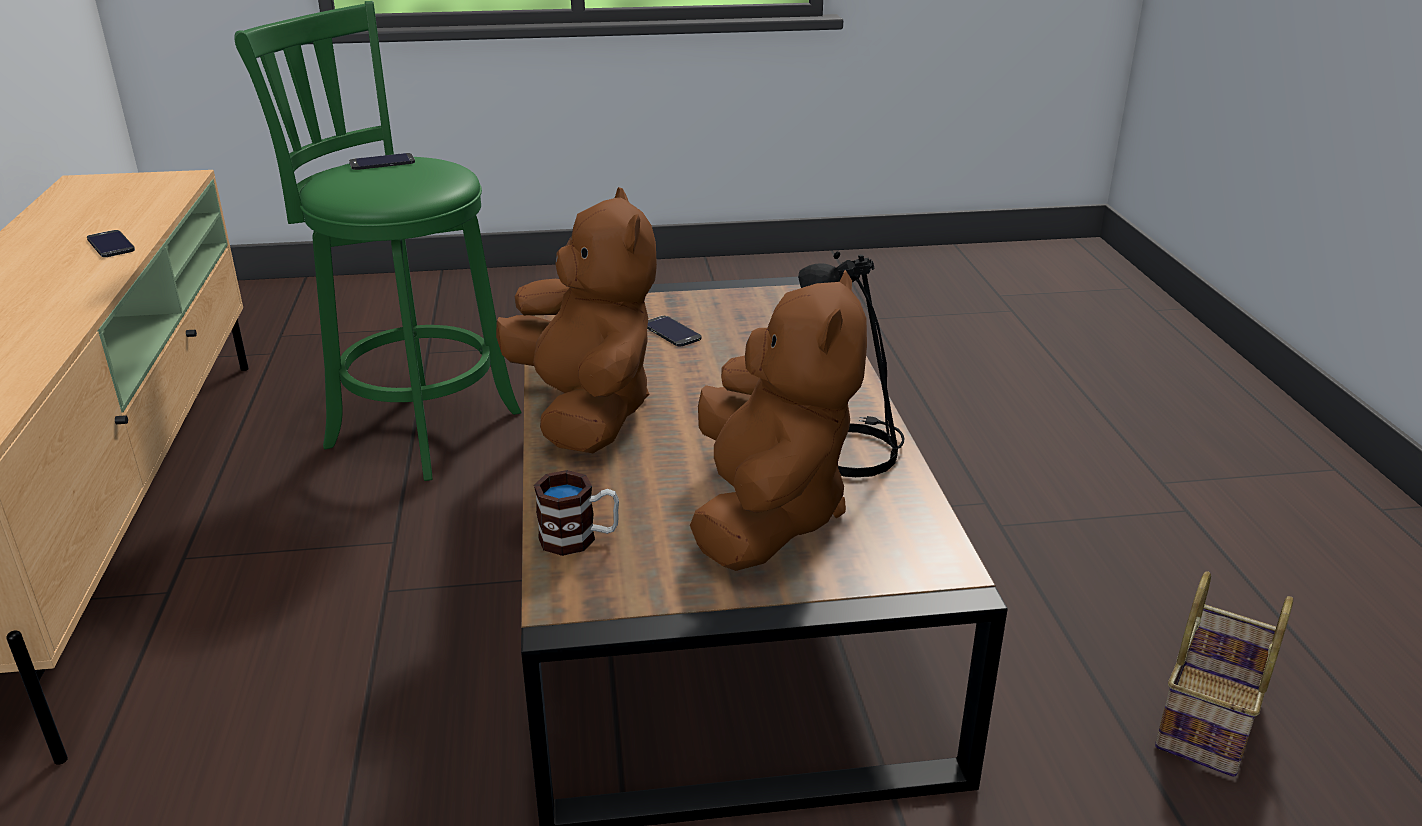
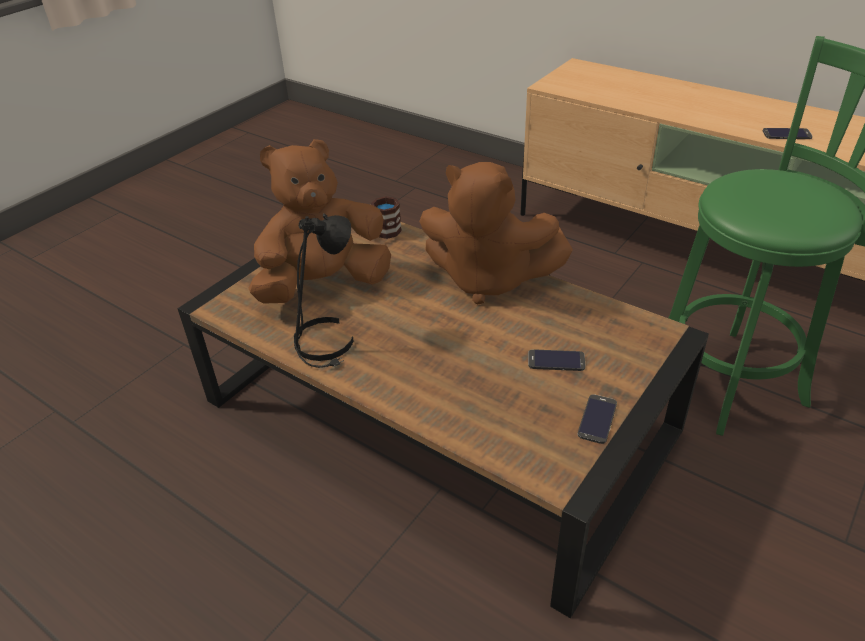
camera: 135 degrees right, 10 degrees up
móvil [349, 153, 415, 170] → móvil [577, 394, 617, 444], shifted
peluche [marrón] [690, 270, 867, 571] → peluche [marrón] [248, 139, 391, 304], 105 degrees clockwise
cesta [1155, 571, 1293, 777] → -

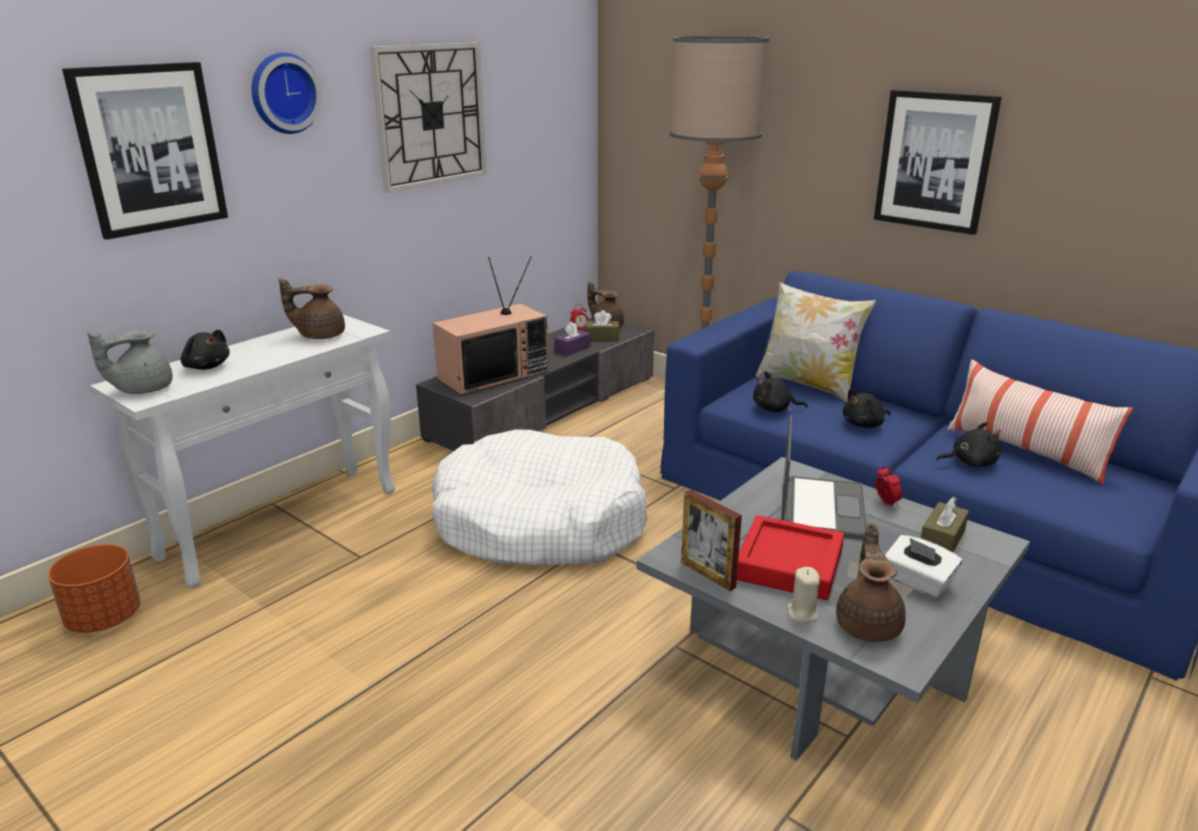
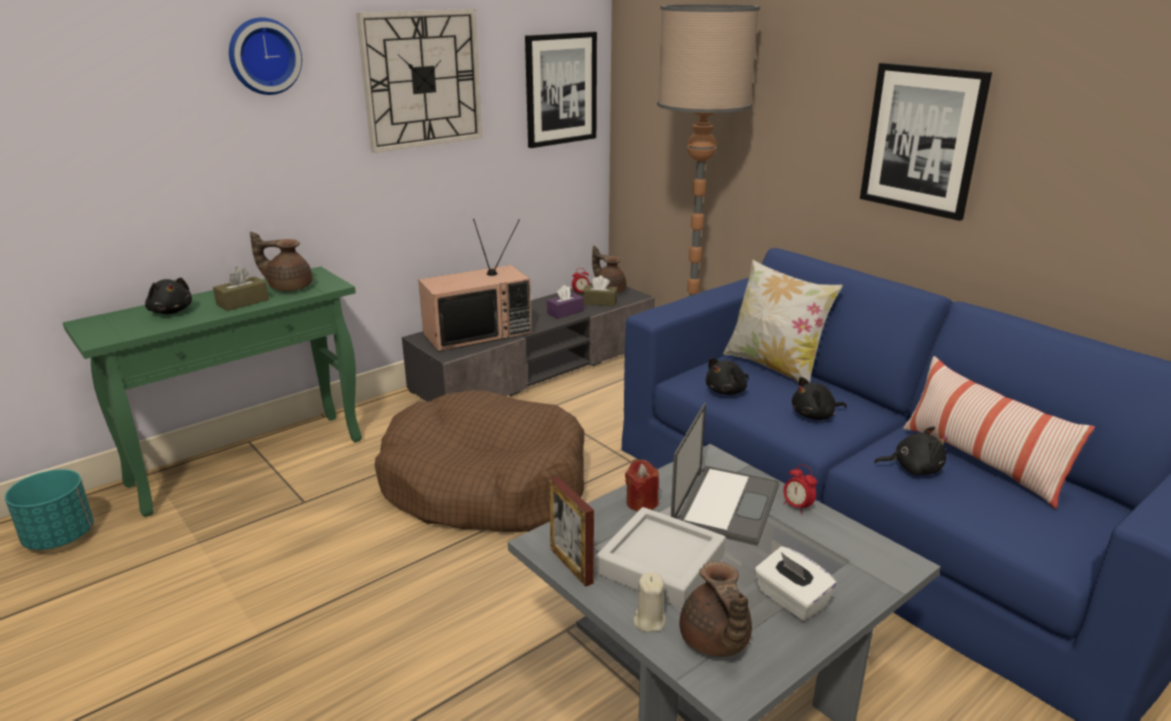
camera: 10 degrees right, 0 degrees up
cuadro [62, 62, 228, 240] → cuadro [525, 32, 597, 148], shifted
mesa consola [blanco] [90, 315, 395, 588] → mesa consola [verde] [63, 266, 362, 517]
tetera [gris] [87, 330, 173, 394] → -
peluche [negro] [753, 371, 808, 412] → peluche [negro] [705, 357, 749, 395], 60 degrees counterclockwise
cama para perro [blanco] [431, 429, 647, 566] → cama para perro [marrón] [375, 390, 584, 532]
despertador [876, 465, 902, 508] → despertador [783, 464, 817, 514], 150 degrees clockwise
caja de pañuelos [marrón] [921, 496, 969, 552] → caja de pañuelos [marrón] [213, 267, 269, 311], shifted
bandeja [rojo] [737, 515, 844, 600] → bandeja [gris] [596, 507, 726, 609]
tetera [marrón] [836, 524, 906, 642] → tetera [marrón] [680, 562, 752, 657], 150 degrees clockwise
maceta [naranja] [48, 544, 141, 633] → maceta [turquesa] [5, 469, 94, 550]
- → vela [rojo] [625, 460, 659, 511]

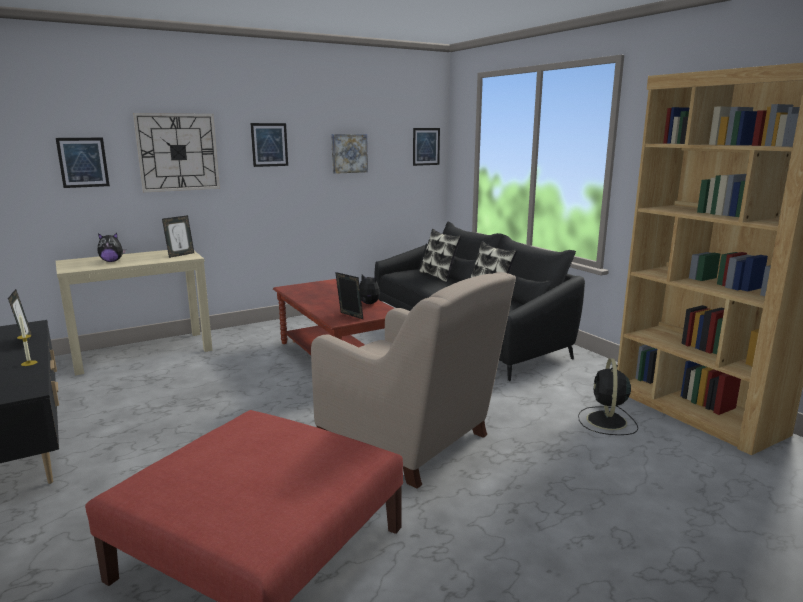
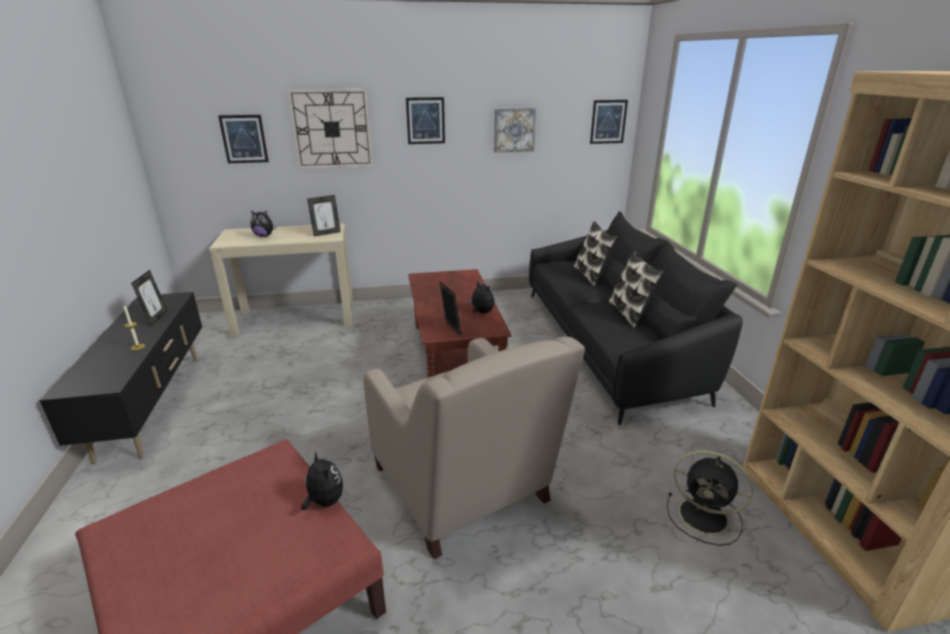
camera: 20 degrees right, 10 degrees up
ventilador [negro] [578, 358, 638, 435] → ventilador [negro] [667, 450, 753, 546], 90 degrees counterclockwise
- → peluche [301, 452, 343, 510]

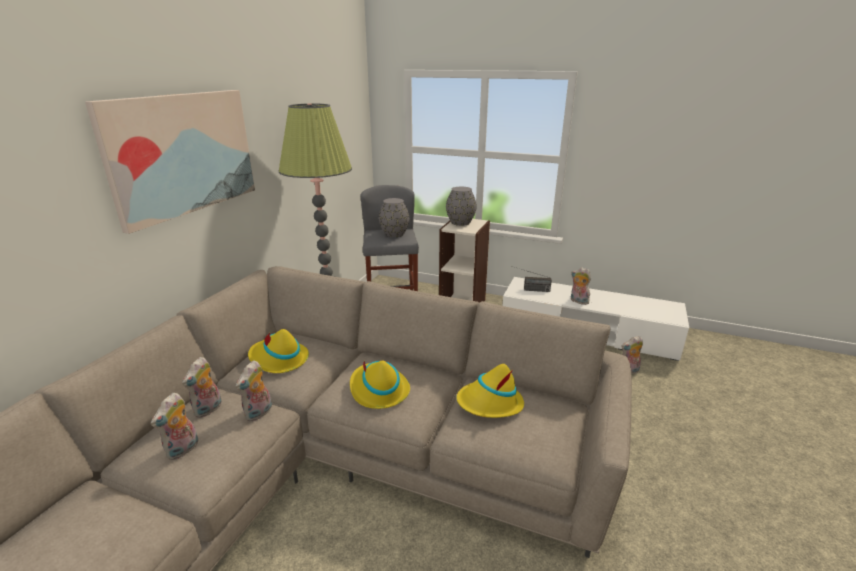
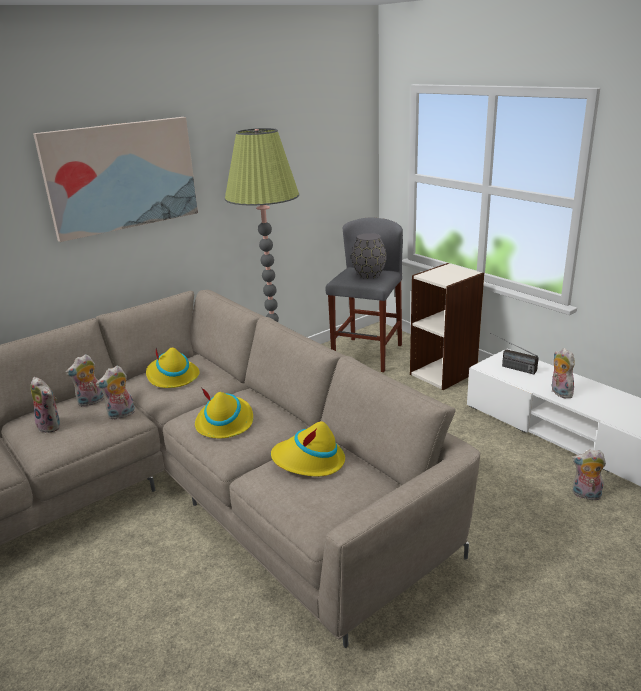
camera: 30 degrees right, 0 degrees up
florero [gris] [446, 187, 477, 226] → -
peluche [151, 393, 198, 460] → peluche [31, 377, 60, 433], 105 degrees counterclockwise

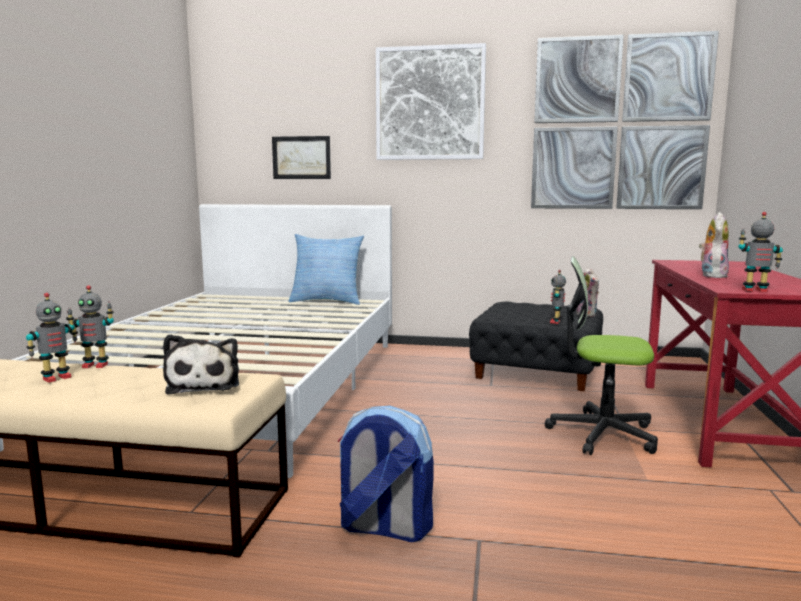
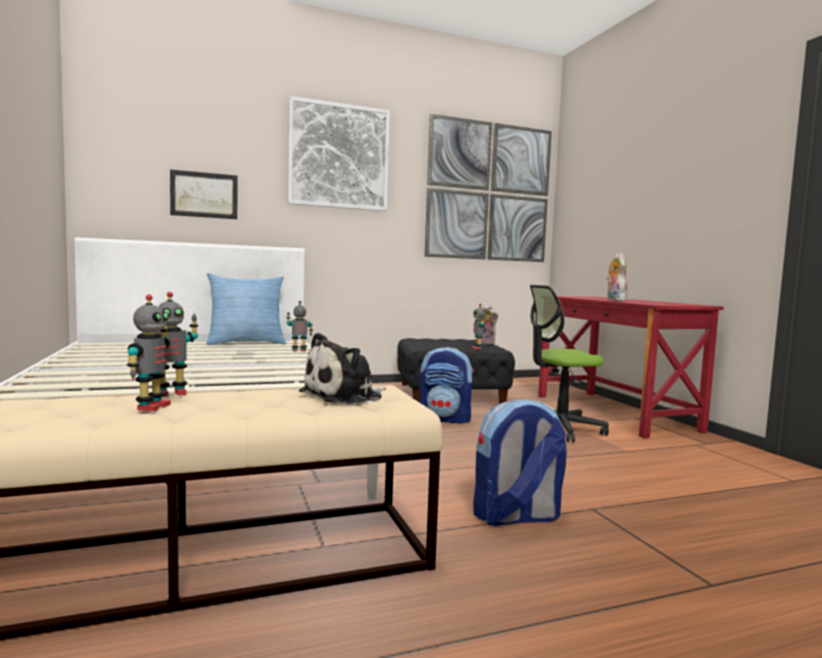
camera: 30 degrees left, 5 degrees down
robot de juguete [738, 212, 783, 292] → robot de juguete [286, 301, 313, 352], shifted
peluche [163, 334, 239, 395] → peluche [299, 333, 386, 404], 90 degrees clockwise
- → mochila [419, 347, 475, 424]

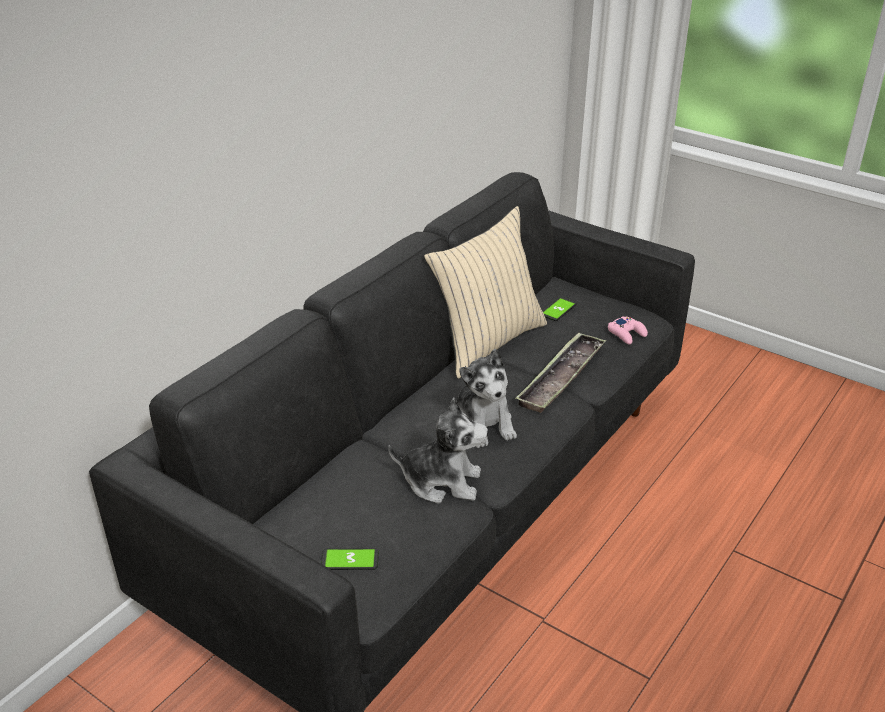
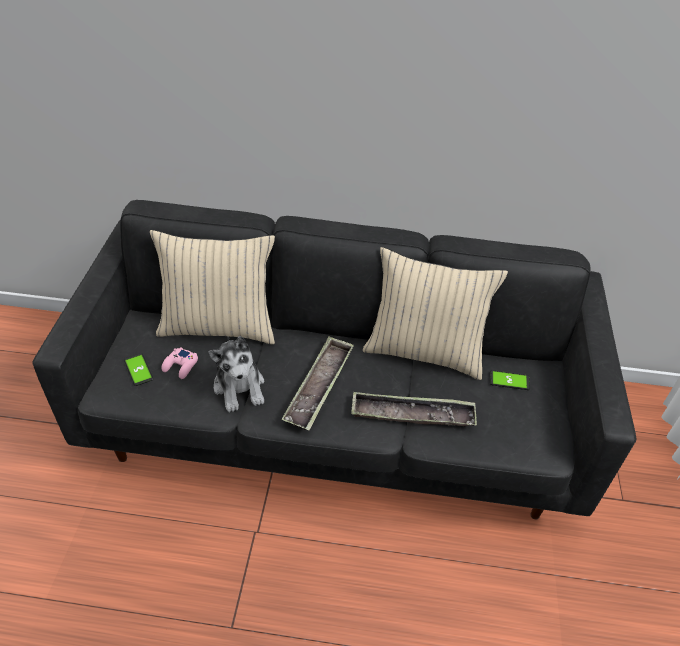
camera: 60 degrees right, 10 degrees up
mando de consola [rosa] [608, 316, 648, 344] → mando de consola [rosa] [162, 347, 198, 379], shifted
peluche [457, 349, 517, 448] → bandeja [282, 336, 354, 430]
- → cojín [beis] [150, 230, 275, 344]

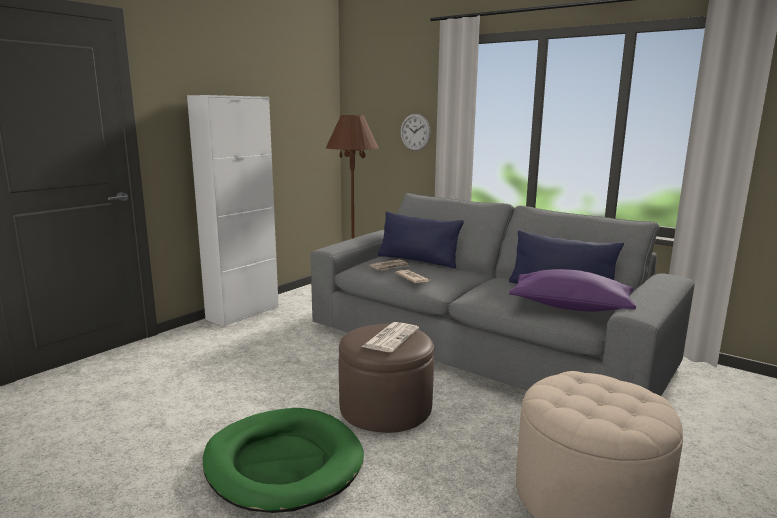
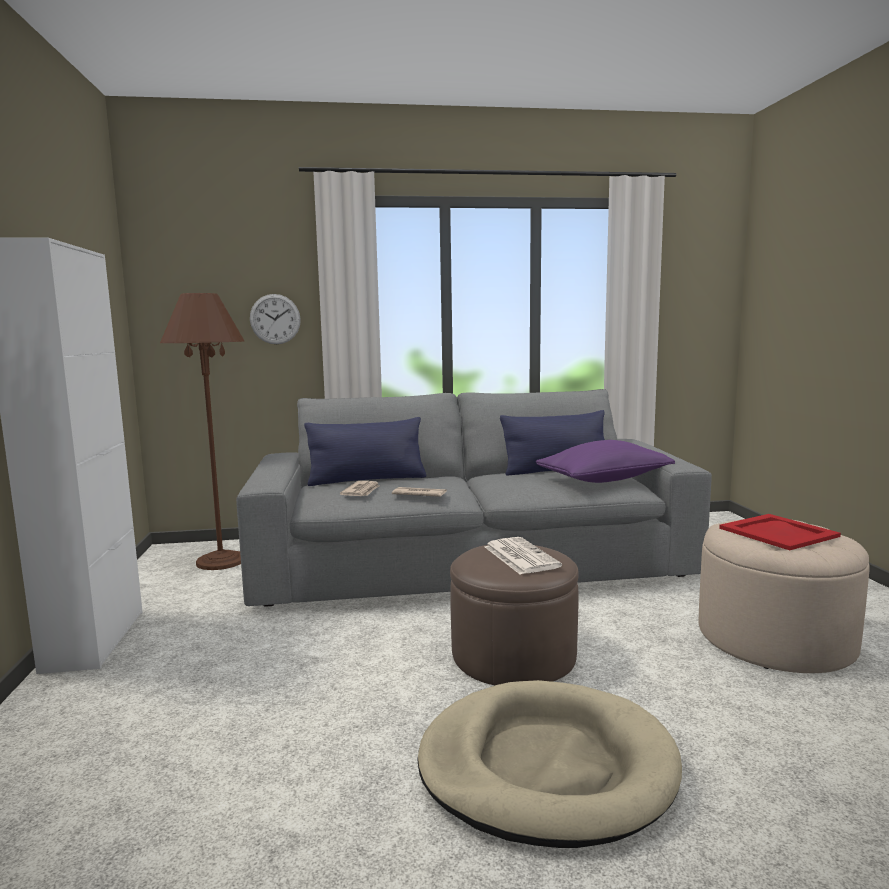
camera: 45 degrees left, 5 degrees down
cama para perro [verde] [203, 408, 364, 513] → cama para perro [beis] [417, 680, 682, 848]
- → bandeja [rojo] [719, 514, 841, 550]

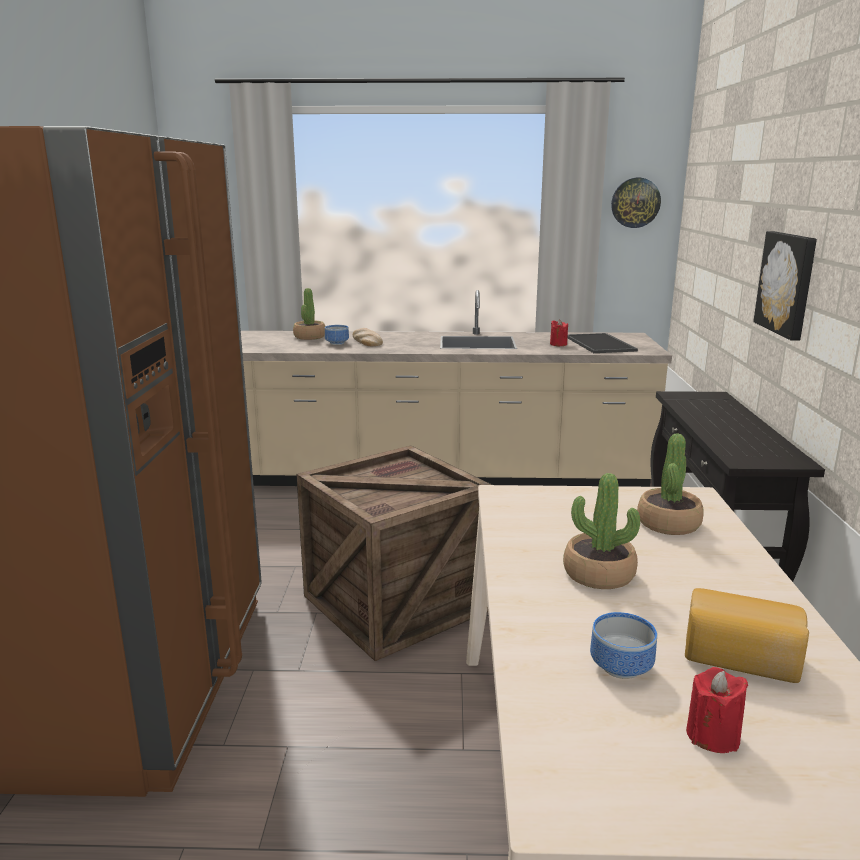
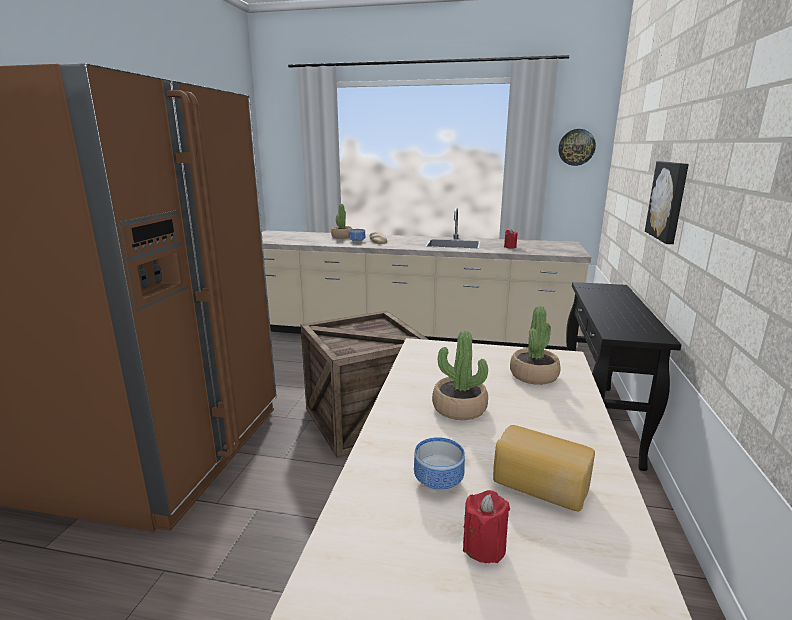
camera: 10 degrees right, 0 degrees up
bandeja [568, 333, 638, 353] → -

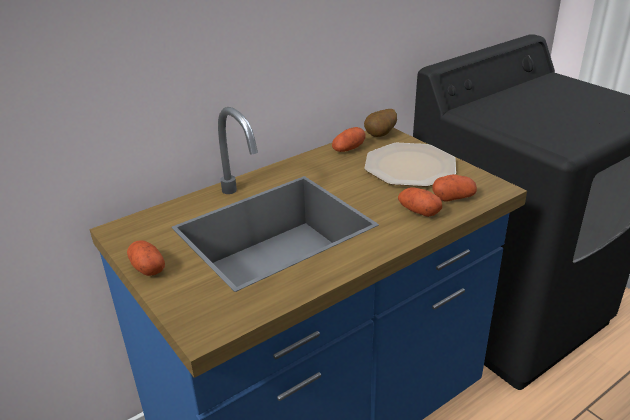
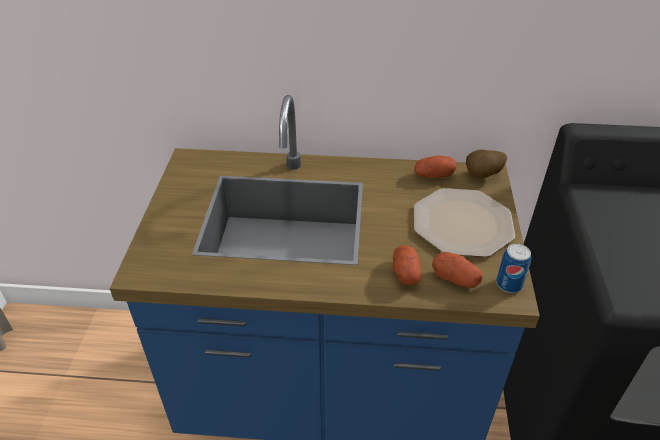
camera: 40 degrees right, 10 degrees up
patata [127, 240, 165, 276] → -
- → lata [496, 243, 532, 293]

